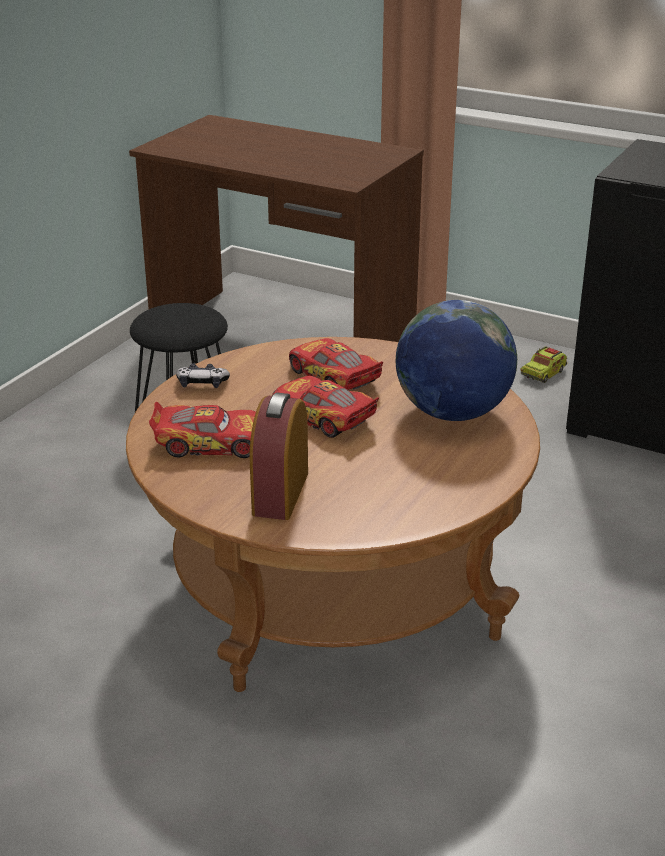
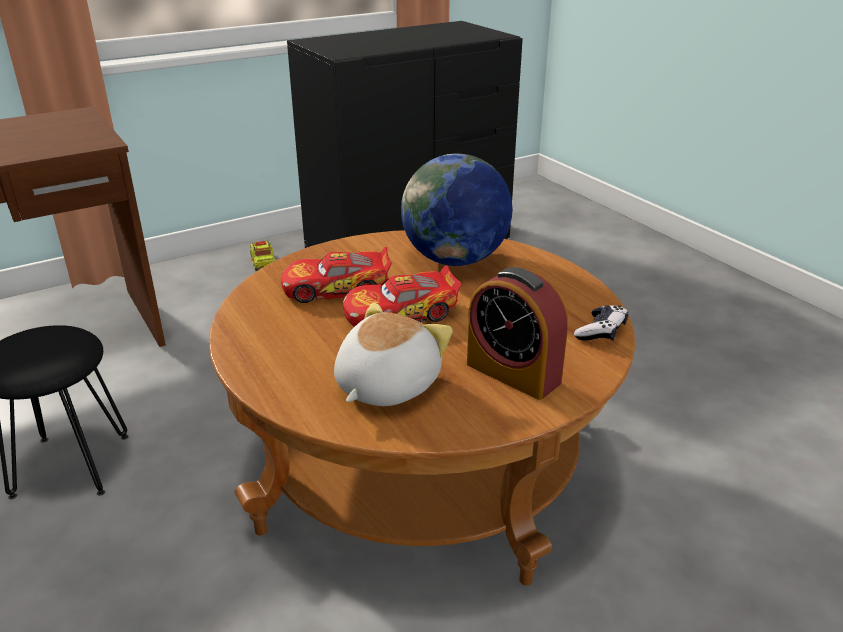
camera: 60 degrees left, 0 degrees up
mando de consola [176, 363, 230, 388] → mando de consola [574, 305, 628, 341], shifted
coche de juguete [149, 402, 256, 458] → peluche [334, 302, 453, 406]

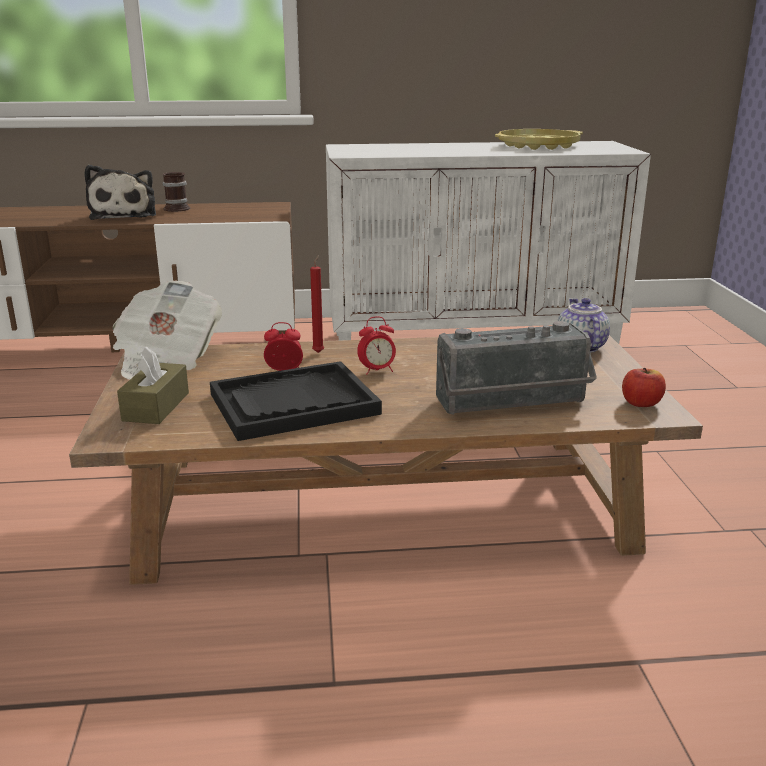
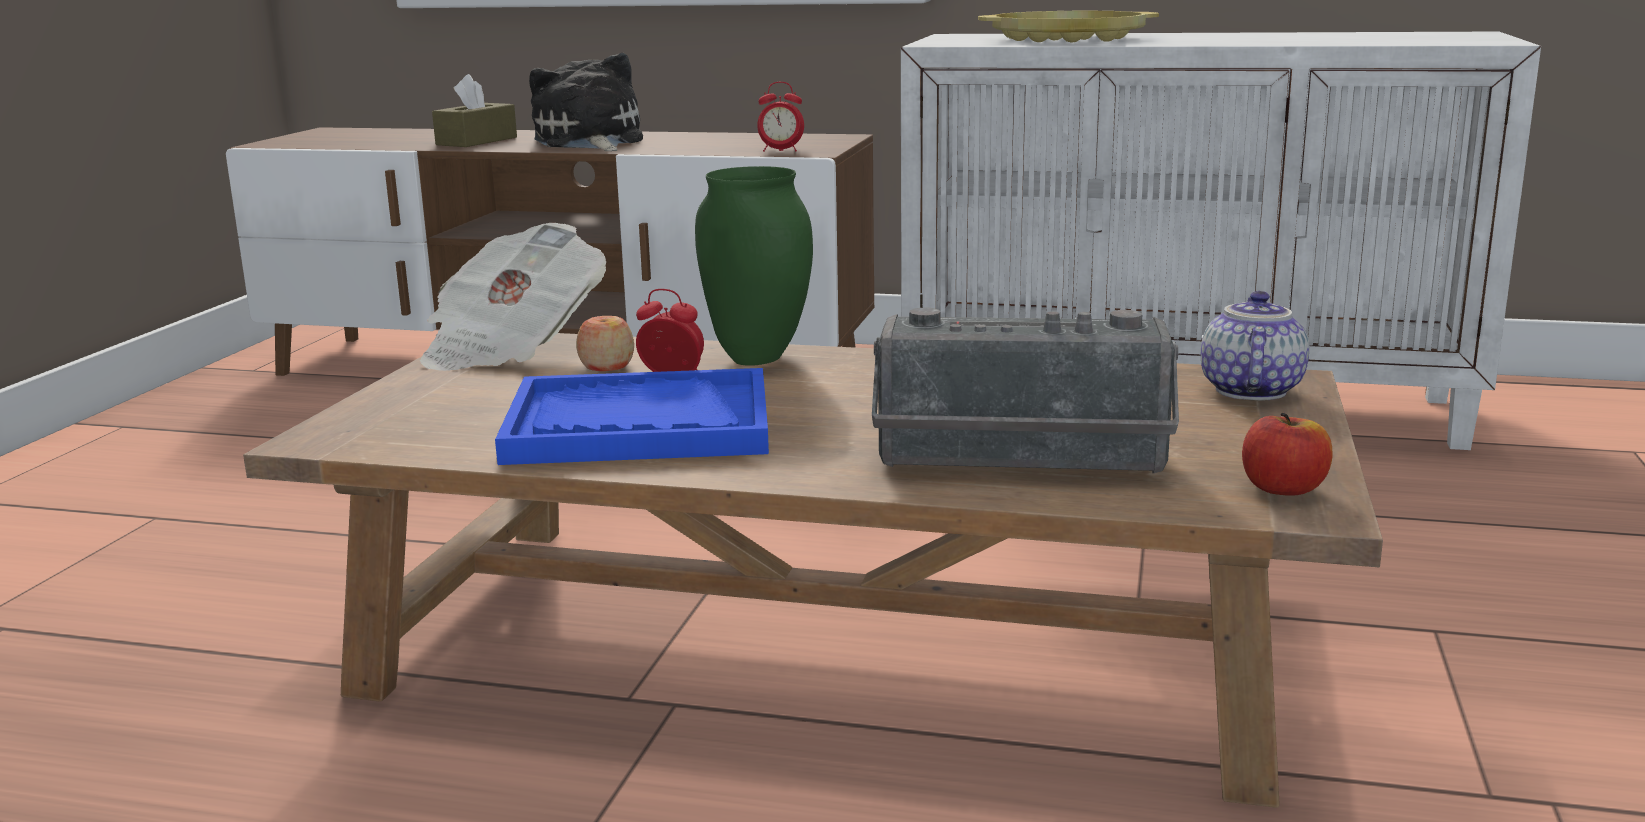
camera: 20 degrees right, 5 degrees down
bandeja [amarillo] [495, 129, 583, 150] → bandeja [amarillo] [978, 11, 1159, 43], shifted
peluche [84, 165, 156, 220] → peluche [529, 53, 643, 151], 150 degrees clockwise
taza grande [162, 172, 190, 212] → -
vela [rojo] [310, 255, 324, 353] → florero [verde] [695, 166, 813, 366]
despertador [357, 316, 396, 375] → despertador [757, 82, 804, 152], shifted
caja de pañuelos [marrón] [117, 347, 189, 424] → caja de pañuelos [marrón] [432, 74, 517, 147], shifted
bandeja [negro] [210, 361, 382, 441] → bandeja [azul] [495, 368, 769, 465]
- → manzana [576, 316, 634, 371]

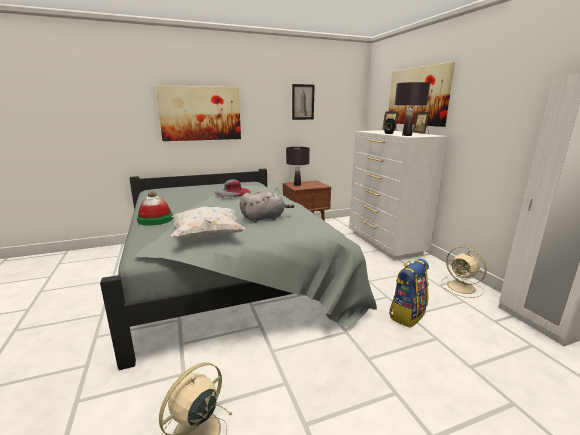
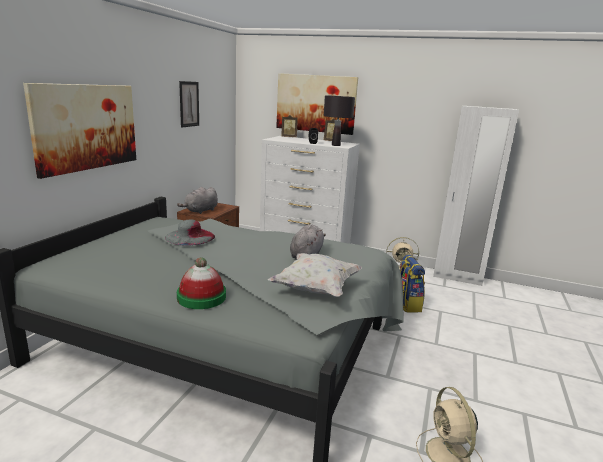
camera: 50 degrees left, 0 degrees up
lámpara de mesa [negro] [286, 147, 310, 186] → peluche [gris] [177, 187, 218, 214]

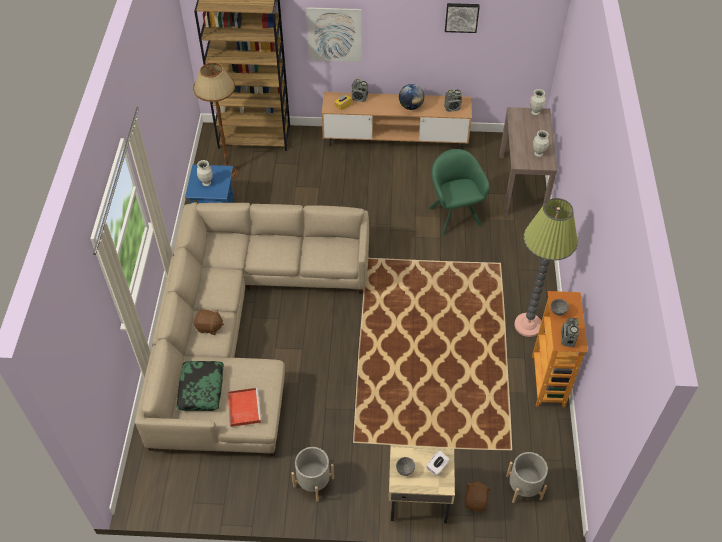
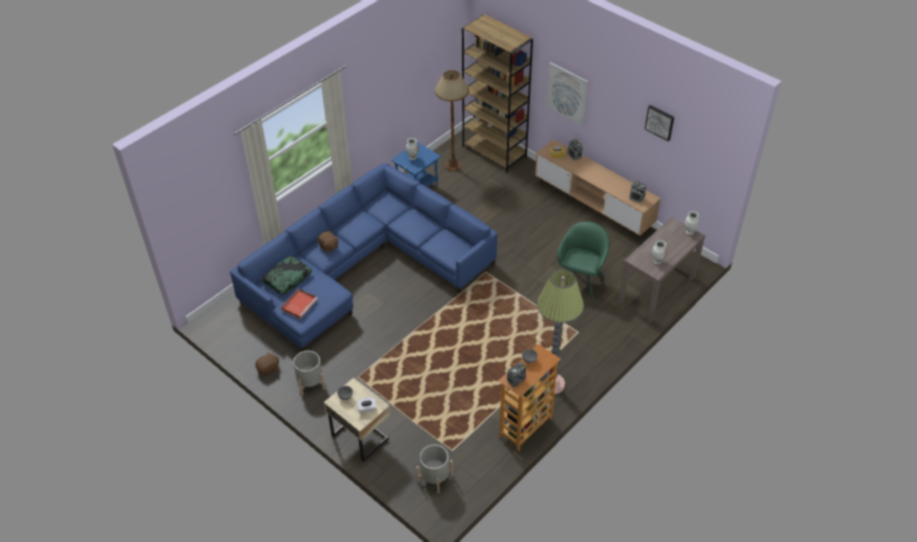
camera: 40 degrees right, 5 degrees down
globo terráqueo [399, 84, 424, 110] → -
sofá [beis] [135, 202, 369, 456] → sofá [azul] [230, 163, 498, 351]
peluche [marrón] [464, 481, 491, 512] → peluche [marrón] [255, 352, 279, 377], shifted

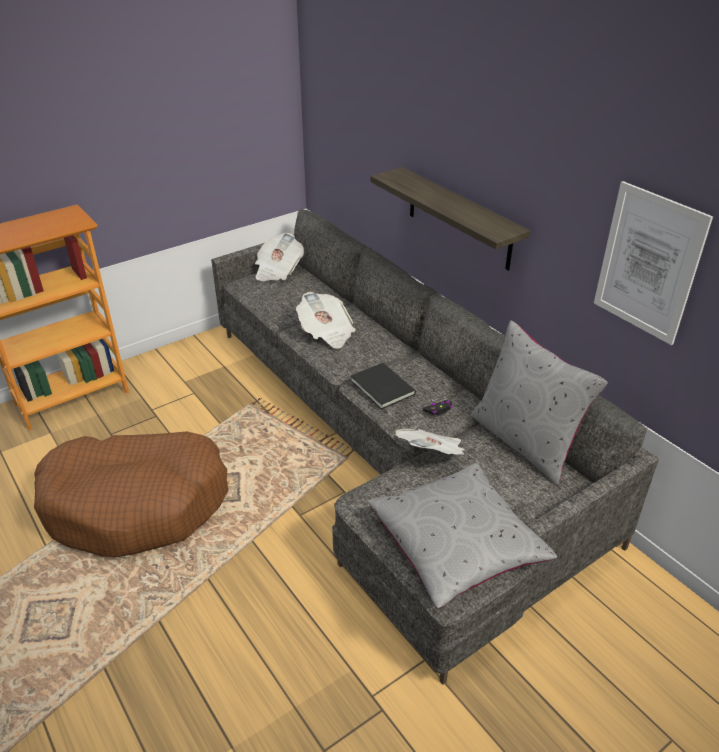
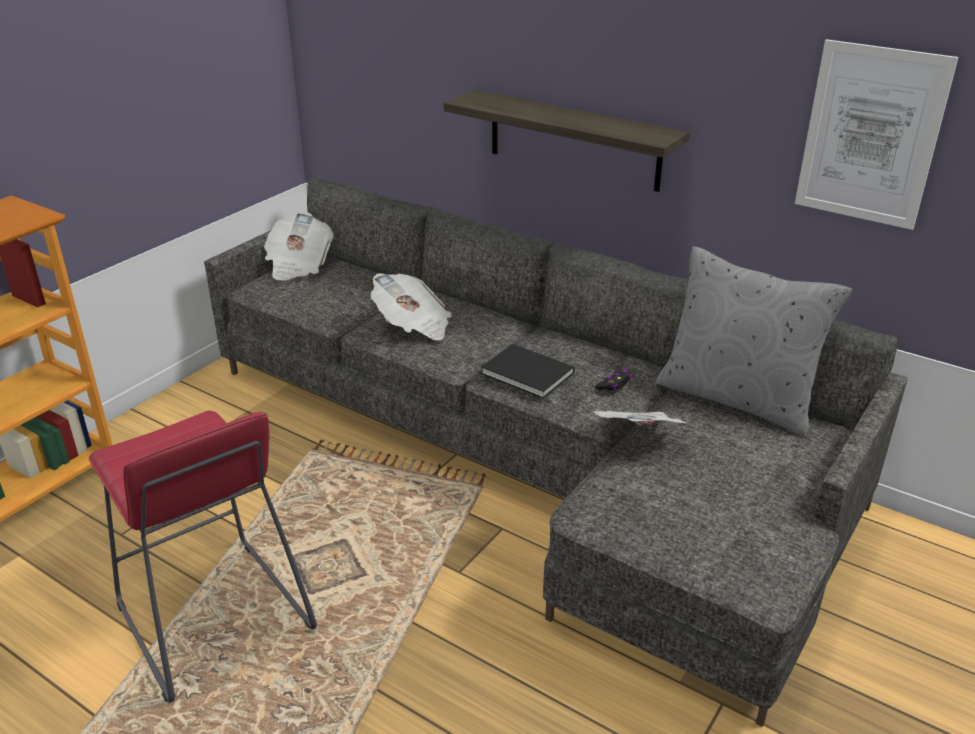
camera: 20 degrees left, 5 degrees down
cama para perro [marrón] [34, 431, 228, 557] → taburete [rojo] [89, 410, 317, 703]
cojín [gris] [368, 463, 557, 608] → -

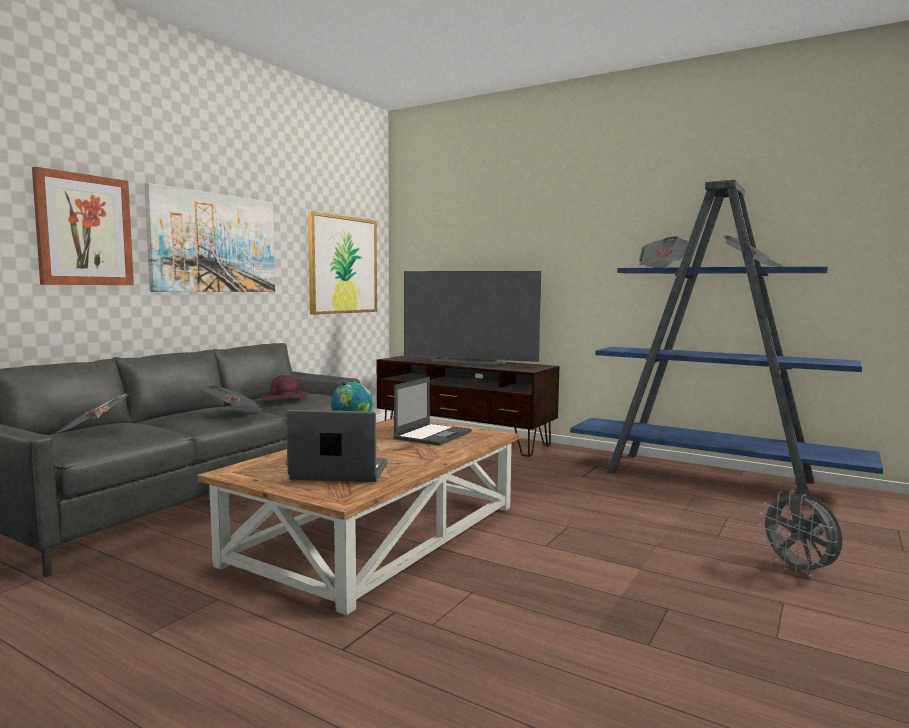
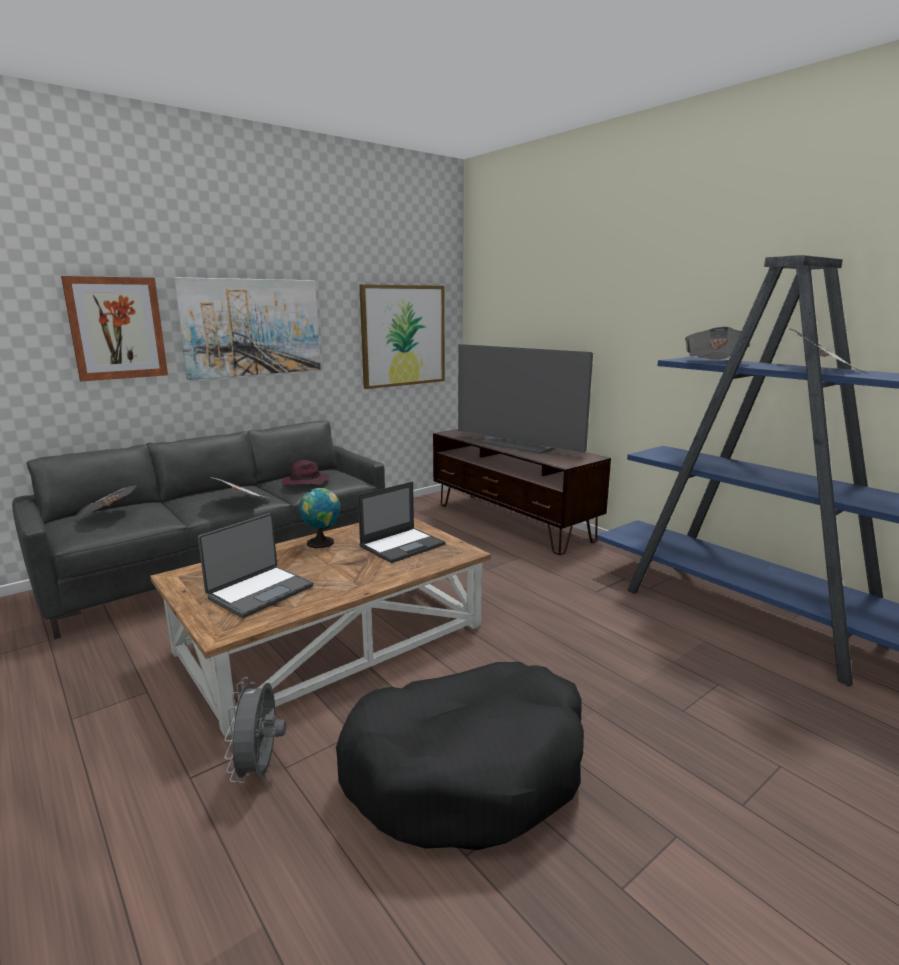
camera: 20 degrees right, 10 degrees up
portátil [286, 410, 387, 482] → portátil [198, 513, 313, 618], 105 degrees clockwise
ventilador [gris] [759, 491, 843, 577] → ventilador [gris] [224, 677, 286, 783], shifted
- → cama para perro [negro] [336, 662, 584, 850]

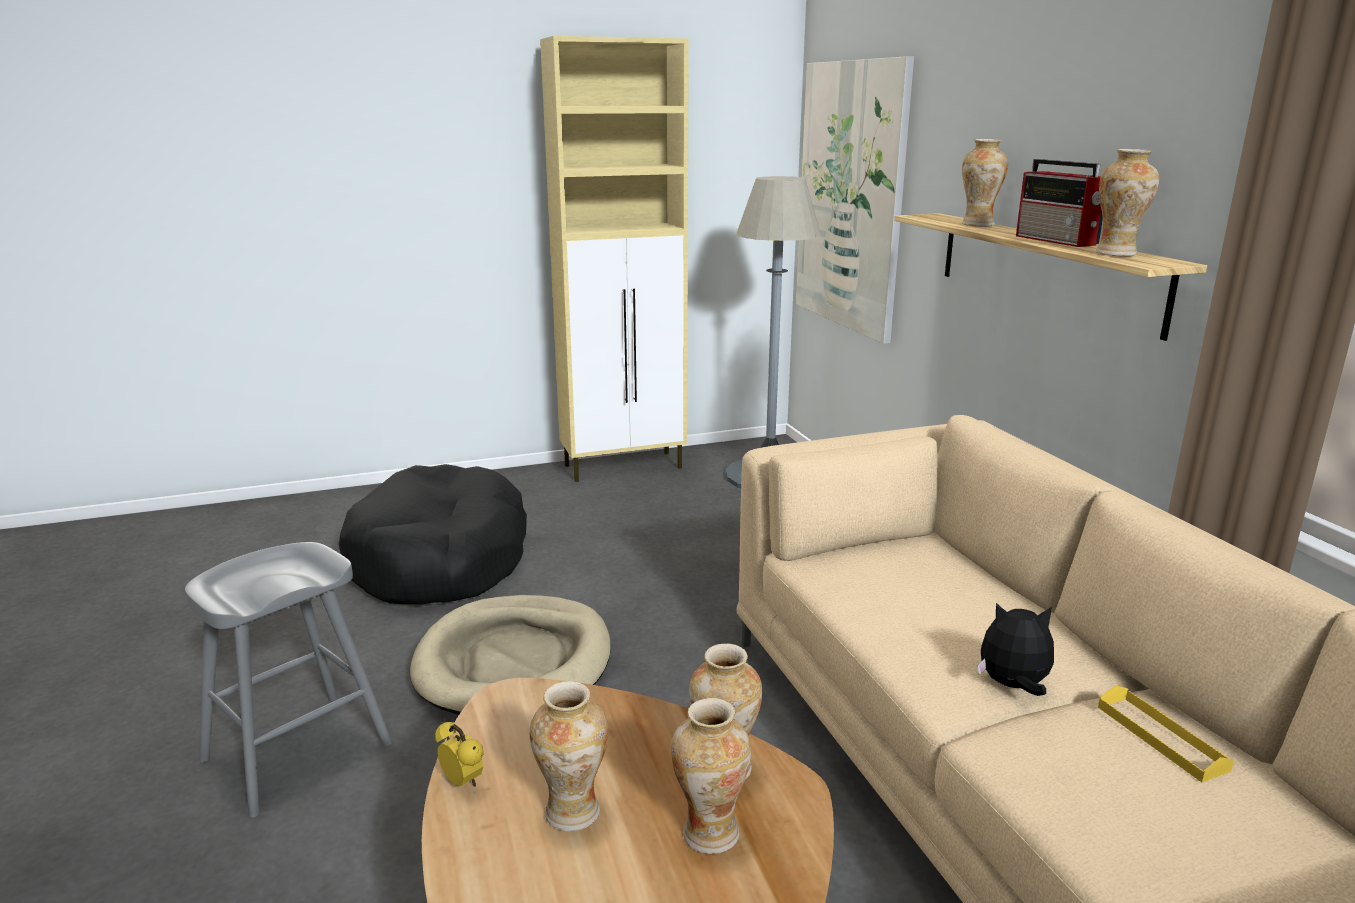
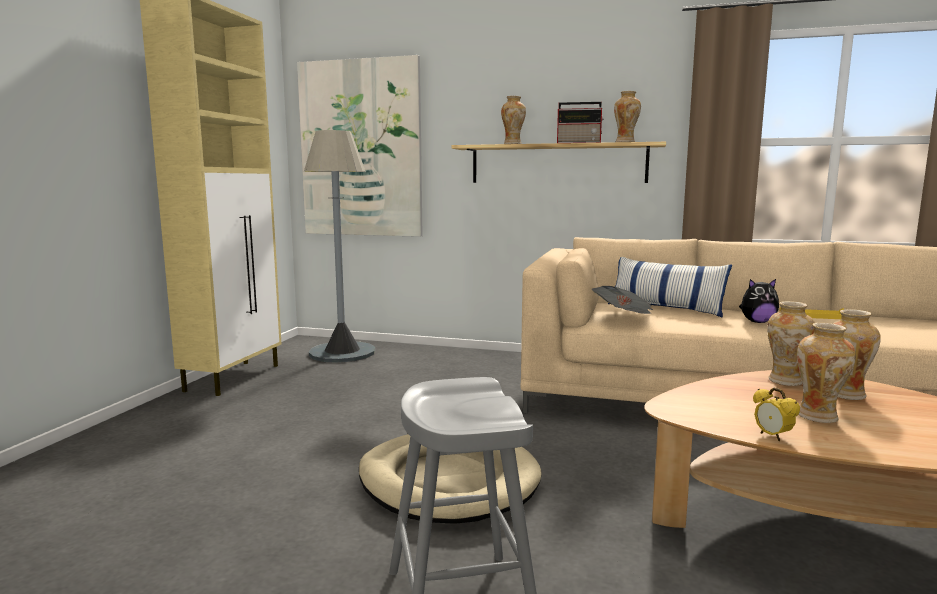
camera: 55 degrees left, 10 degrees down
cama para perro [negro] [339, 464, 527, 604] → -
peluche [978, 603, 1054, 696] → peluche [739, 279, 779, 323], 135 degrees counterclockwise
despertador [435, 722, 484, 787] → despertador [753, 387, 800, 441], 105 degrees counterclockwise
- → cojín [608, 257, 732, 317]
- → periódico [591, 286, 653, 314]

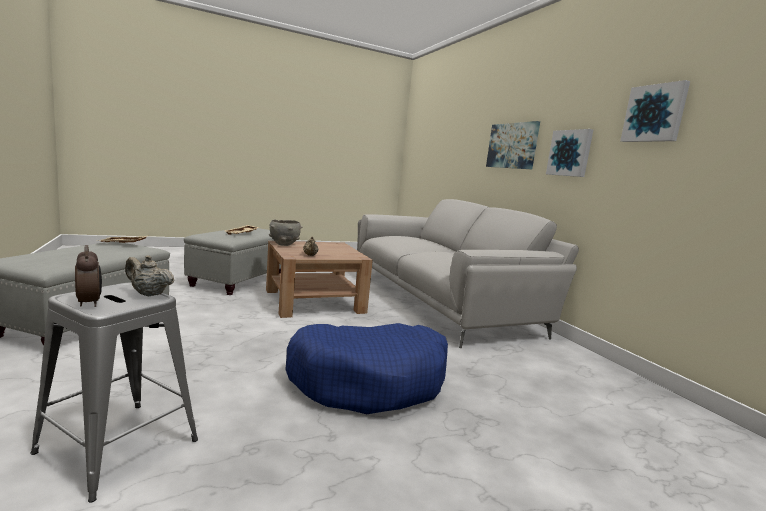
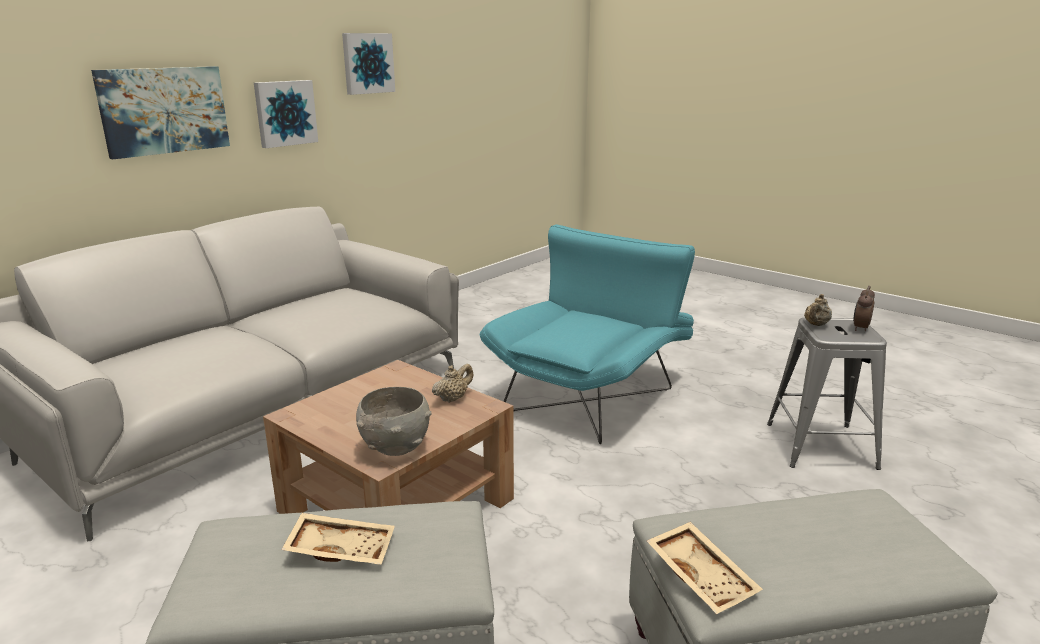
camera: 115 degrees left, 10 degrees up
tetera [beis] [125, 255, 175, 297] → tetera [beis] [804, 294, 832, 326], 45 degrees clockwise
cama para perro [azul] [285, 323, 448, 414] → sillón [turquesa] [480, 224, 695, 444]

